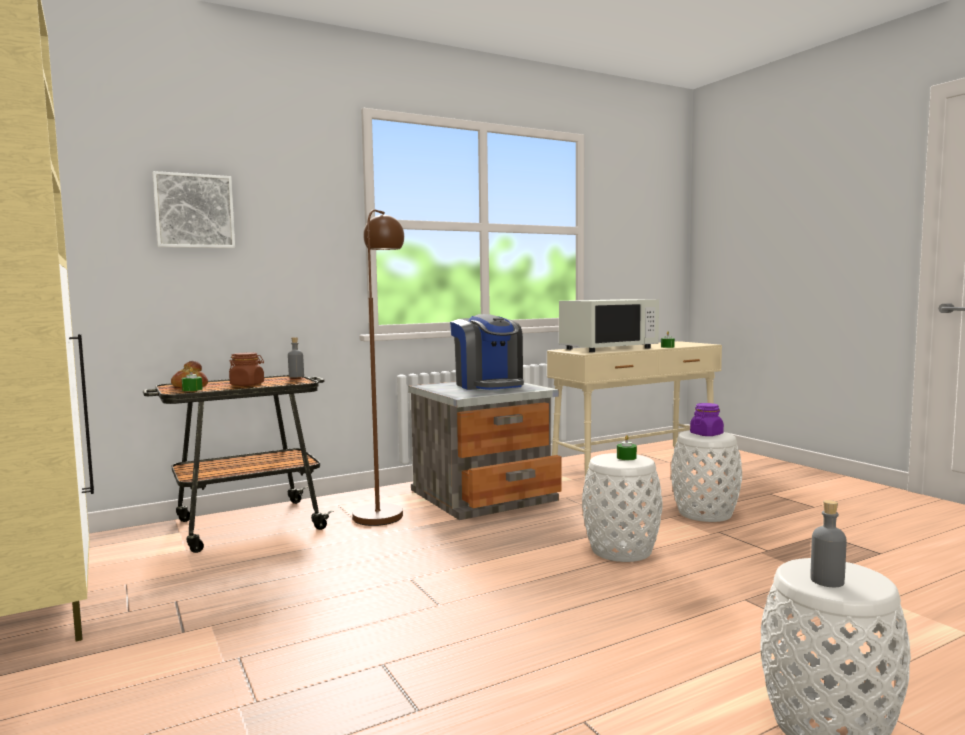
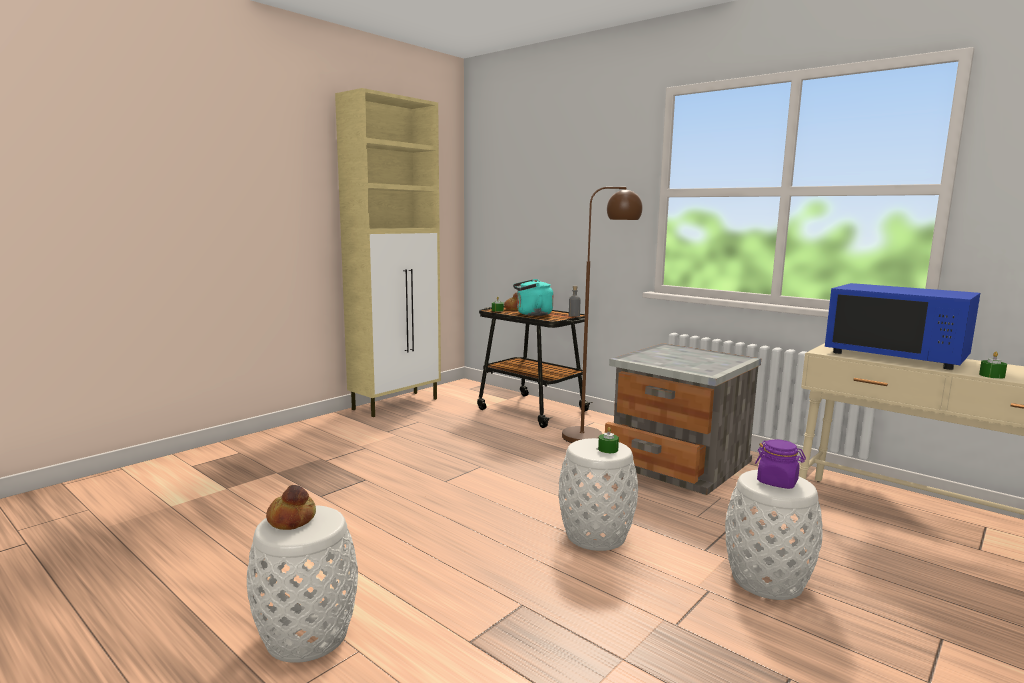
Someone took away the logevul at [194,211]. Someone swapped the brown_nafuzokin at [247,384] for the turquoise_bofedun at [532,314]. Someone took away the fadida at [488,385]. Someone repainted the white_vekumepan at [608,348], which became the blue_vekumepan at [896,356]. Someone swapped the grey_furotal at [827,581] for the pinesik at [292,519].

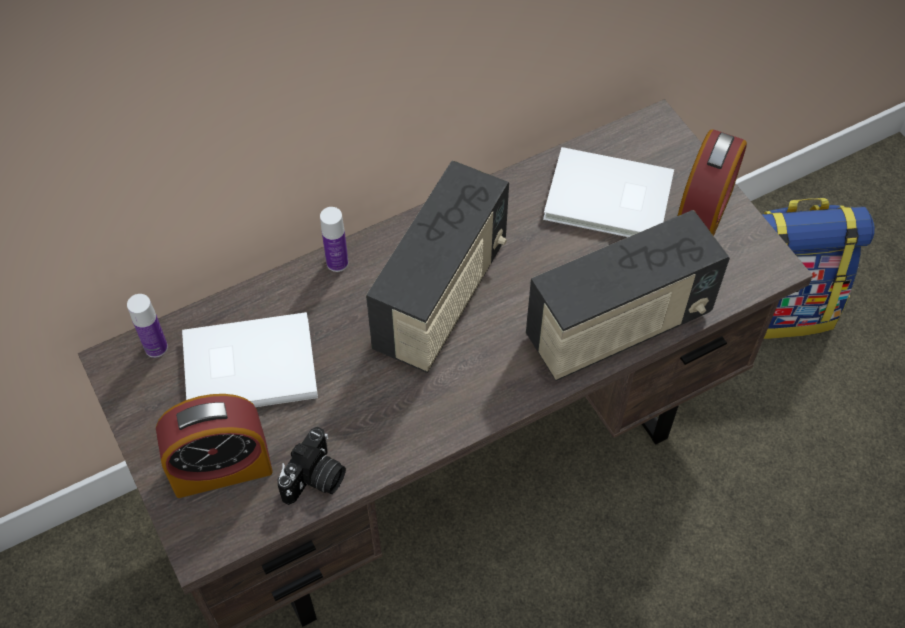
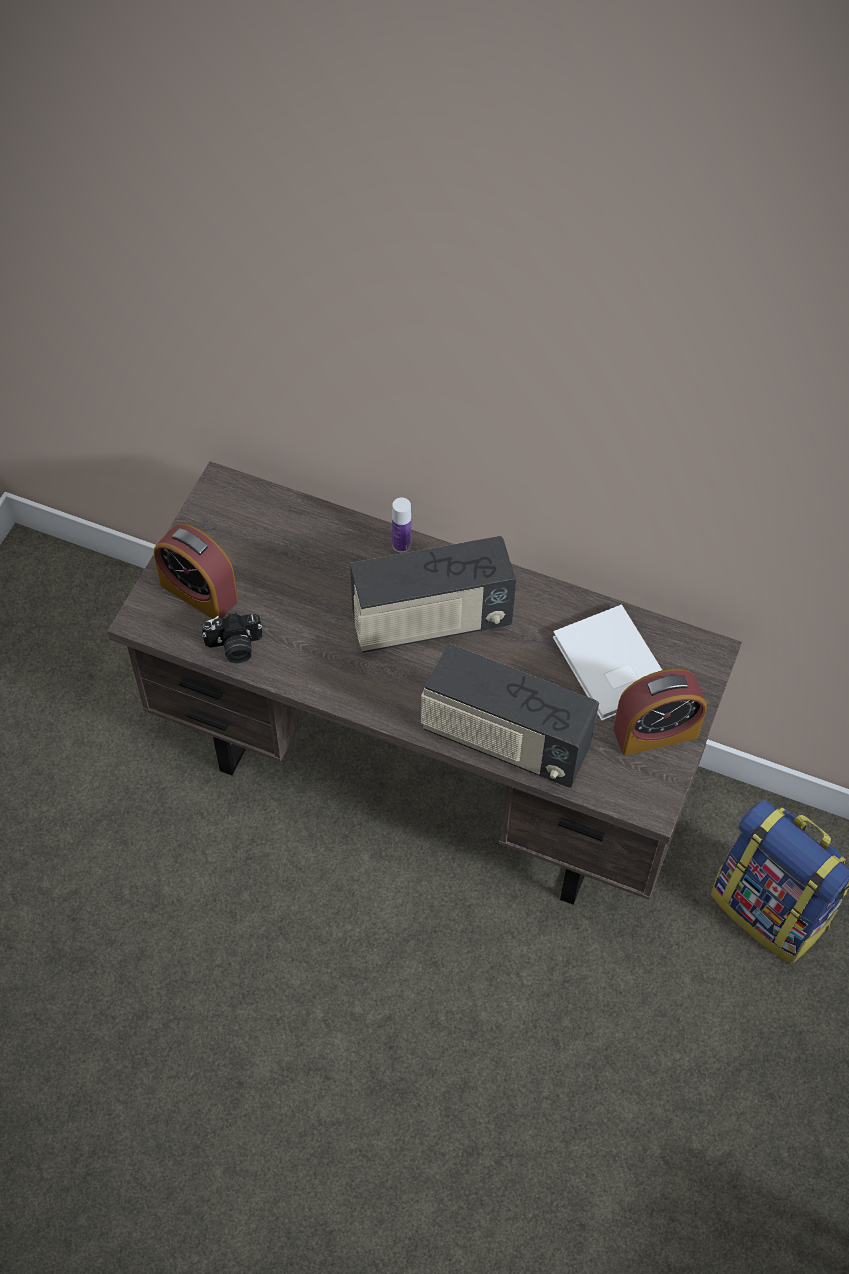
Someone took away the furotal at [156,347]. Someone took away the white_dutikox at [247,364].

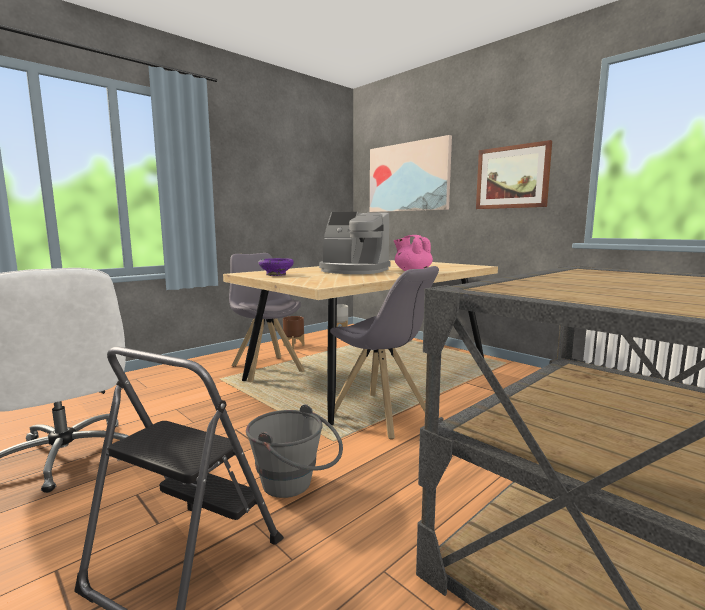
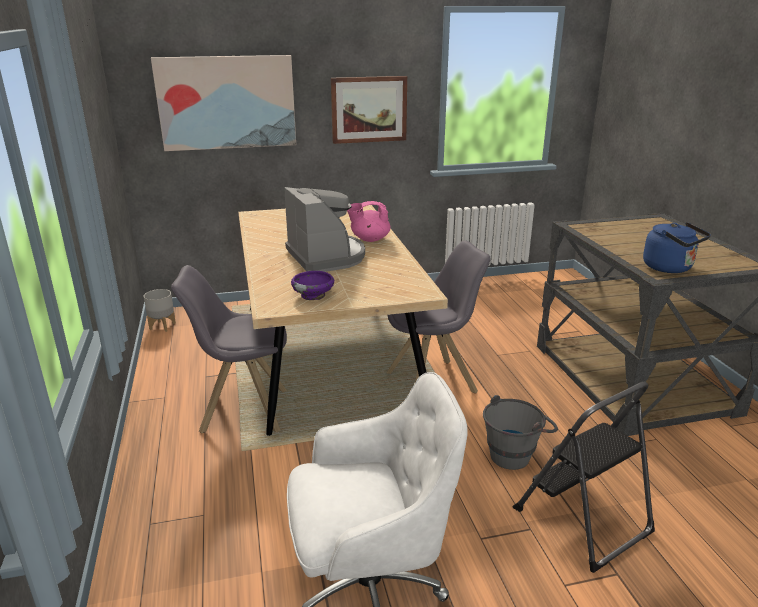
Someone took away the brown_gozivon at [293,345]. Someone rotated the fadida at [353,271] by 75 degrees counterclockwise. Someone put down the blue_bofedun at [670,268].

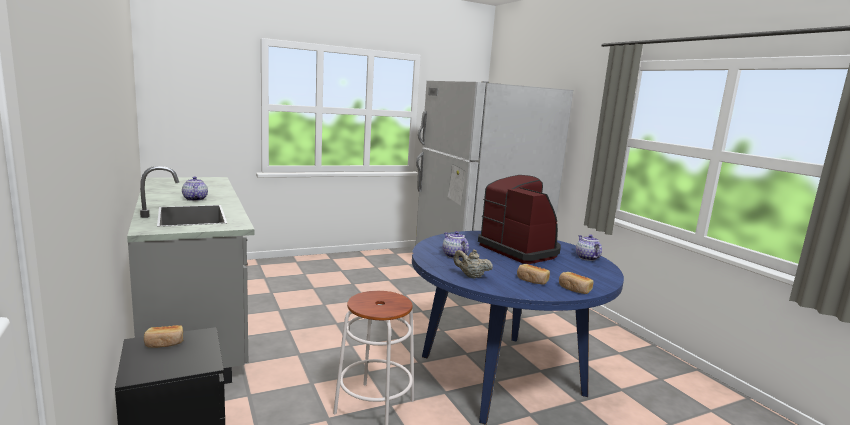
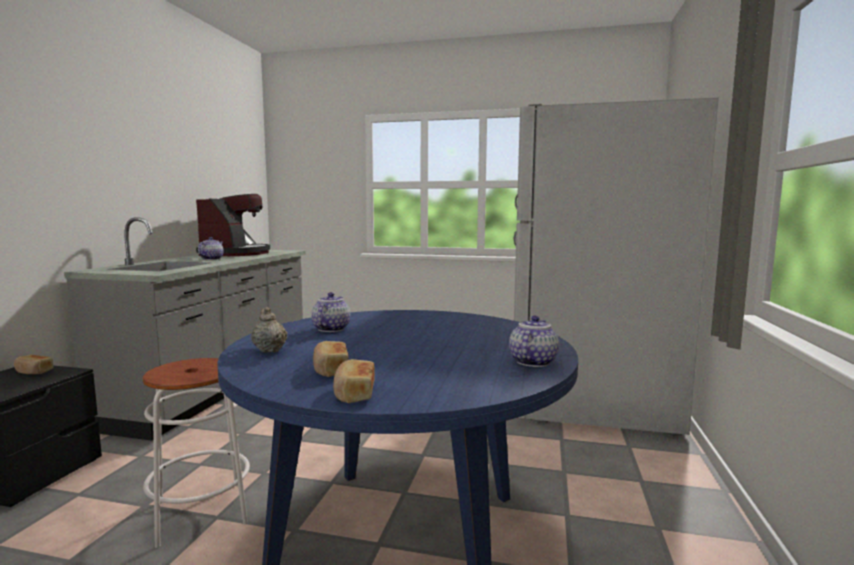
Someone carried the fadida from [520,250] to [236,254].

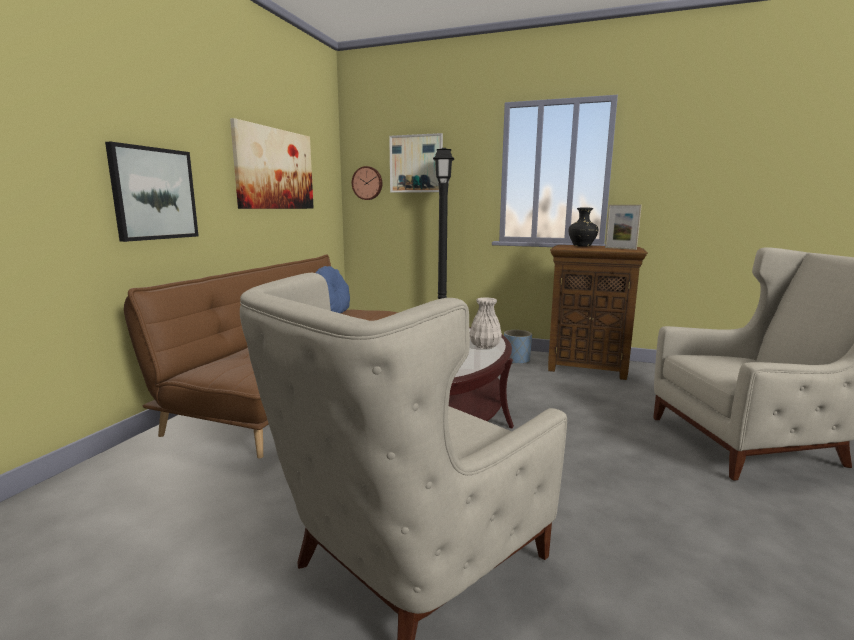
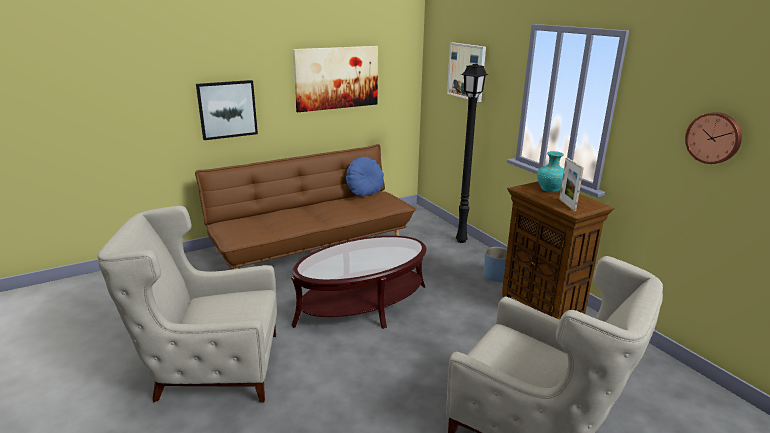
Someone carried the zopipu from [367,183] to [714,138]. Someone took away the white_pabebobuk at [485,346]. Someone repainted the black_pabebobuk at [581,246], which became the turquoise_pabebobuk at [549,190].

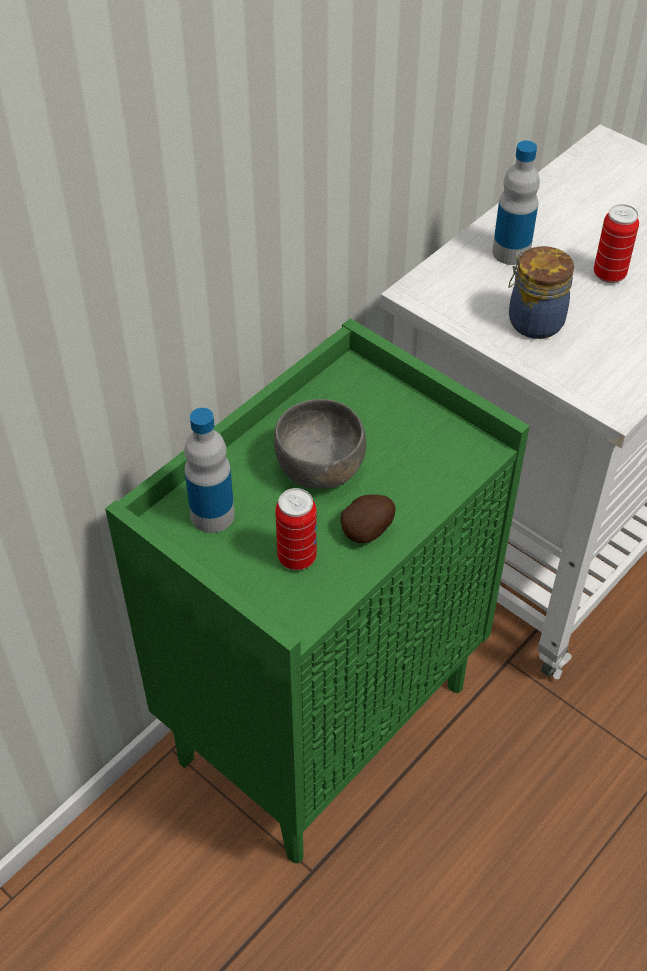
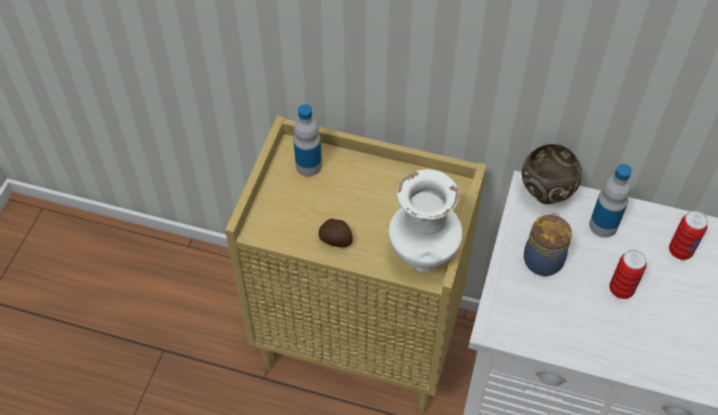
Someone repainted the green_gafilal at [325,721], which became the beige_gafilal at [360,345]. Someone took away the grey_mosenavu at [320,468]. Someone carried the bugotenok from [297,557] to [680,251]. Someone put down the white_pabebobuk at [423,258]. Someone put down the brown_mosenavu at [545,194].

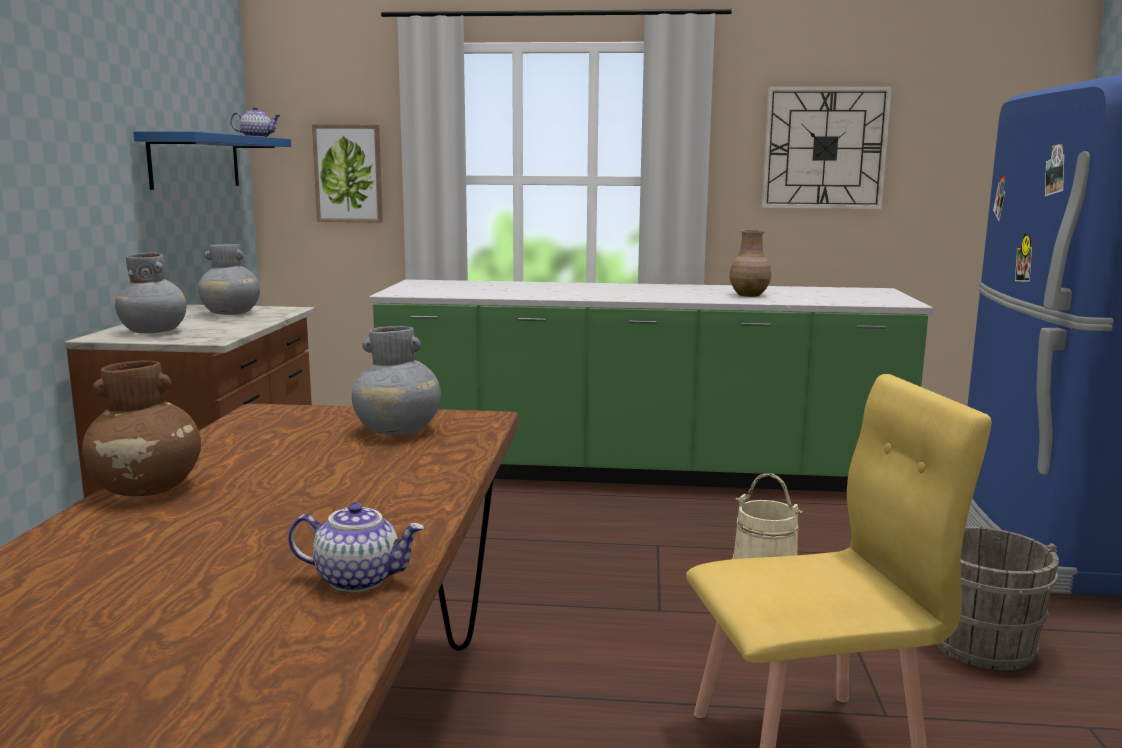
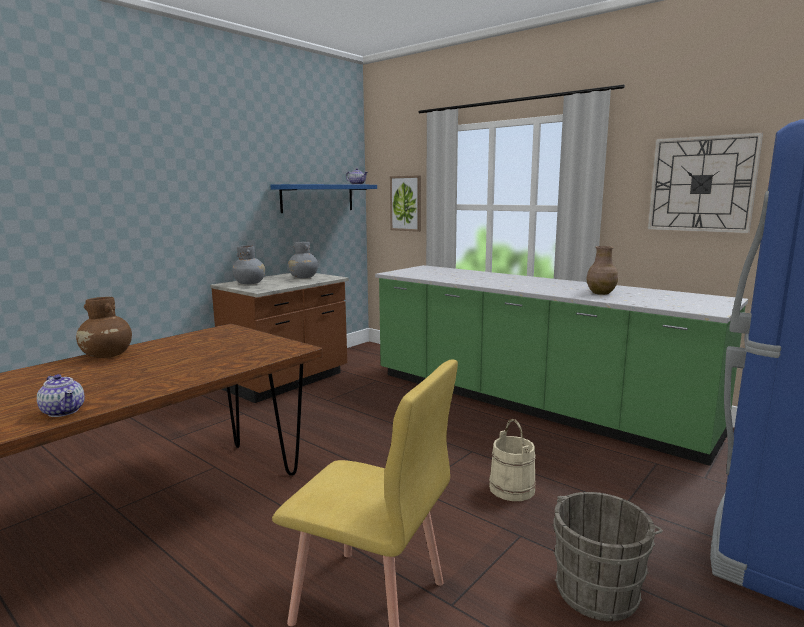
Someone took away the grey_pabebobuk at [398,431].

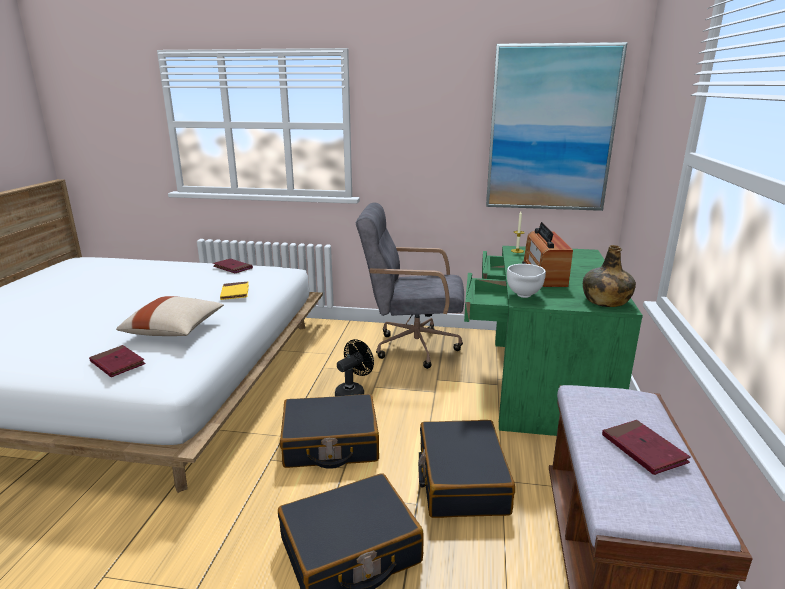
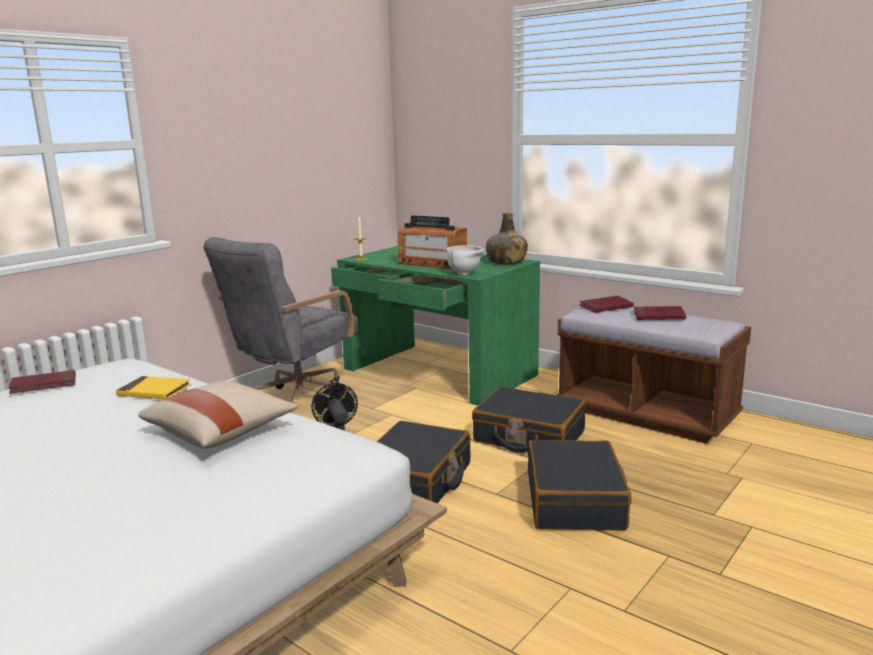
Someone carried the red_dutikox from [117,363] to [606,307]. Someone took away the logevul at [551,129].

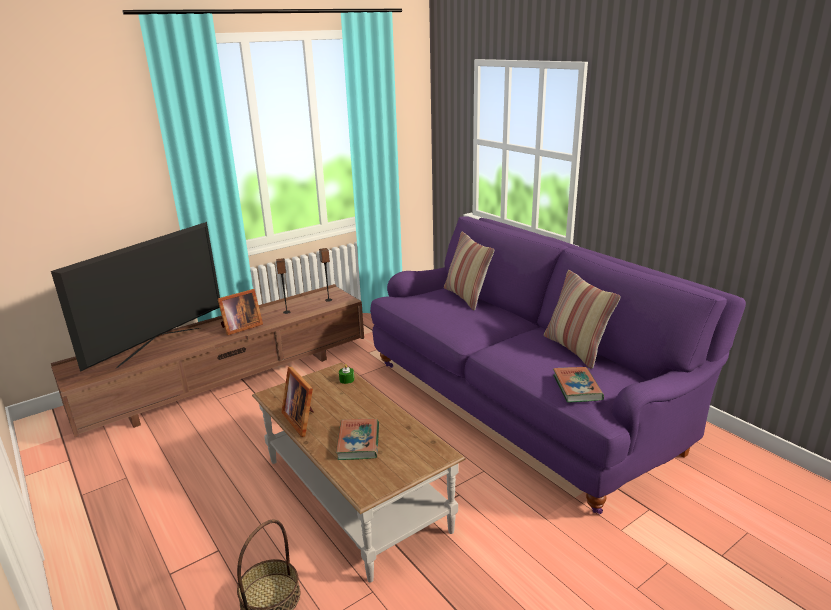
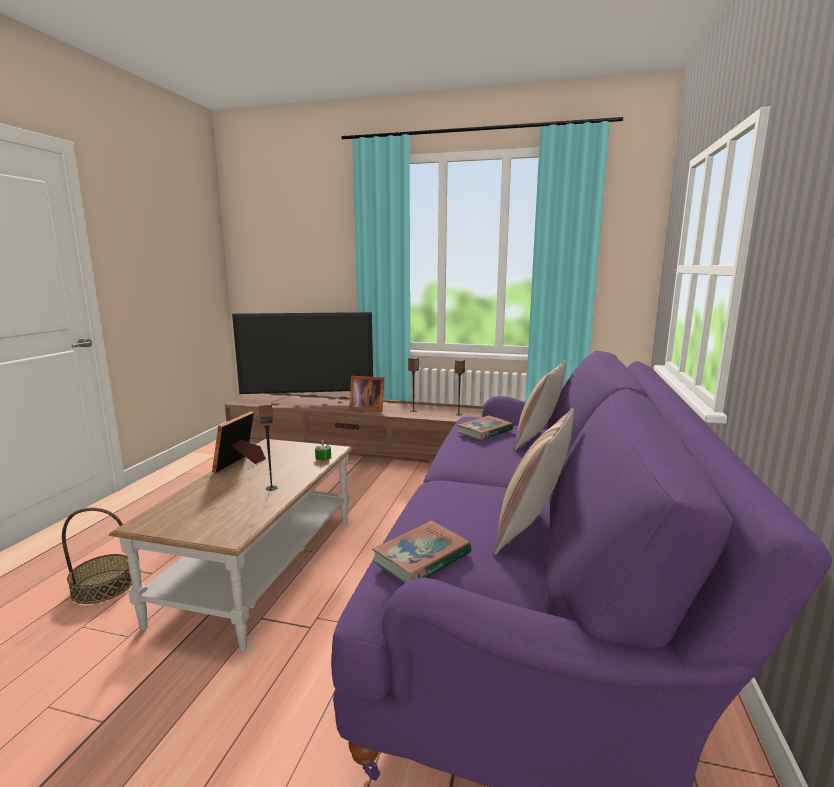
Someone carried the dutikox from [358,442] to [485,431]. Someone put down the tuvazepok at [271,488].

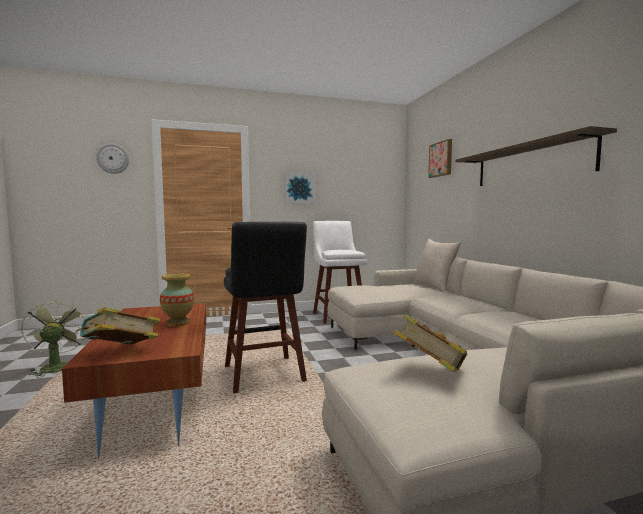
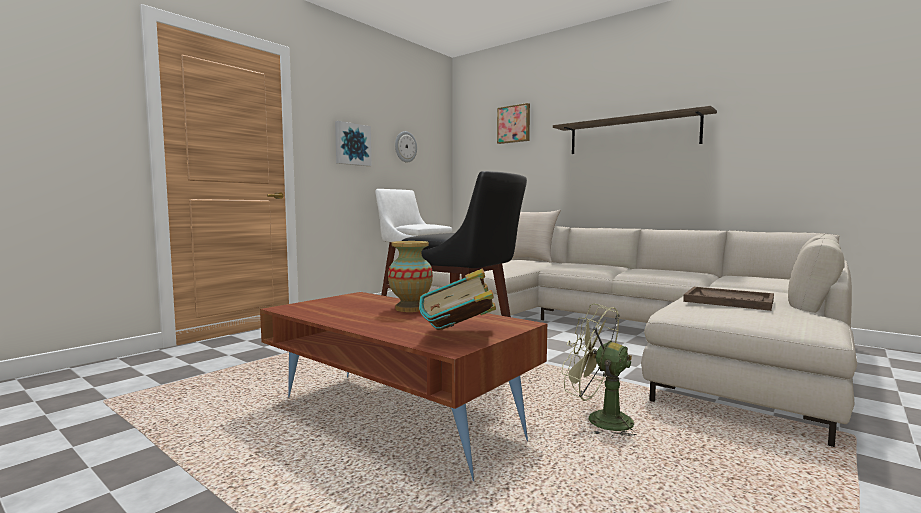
Someone carried the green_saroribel from [55,366] to [599,420]. Someone carried the zopipu from [113,158] to [405,147]. Someone swapped the dutikox at [430,371] for the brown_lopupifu at [728,301].

